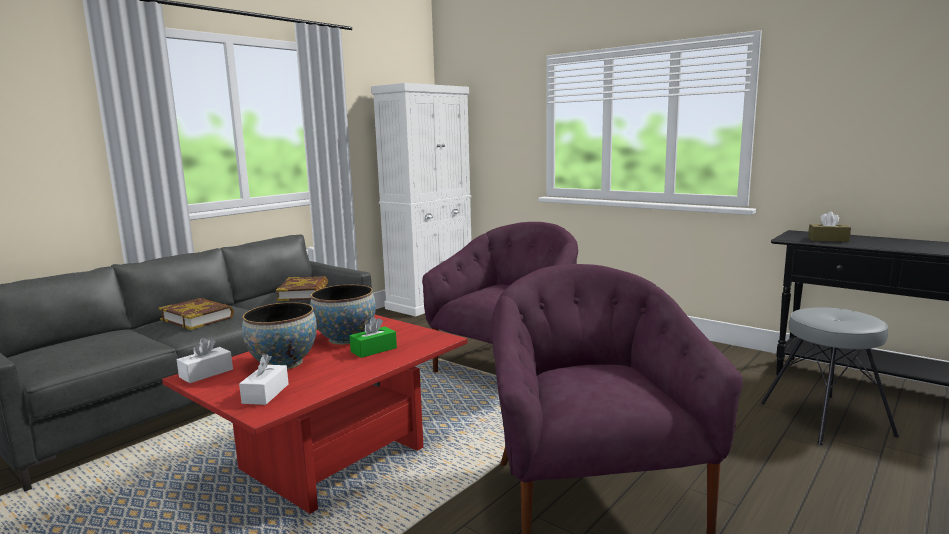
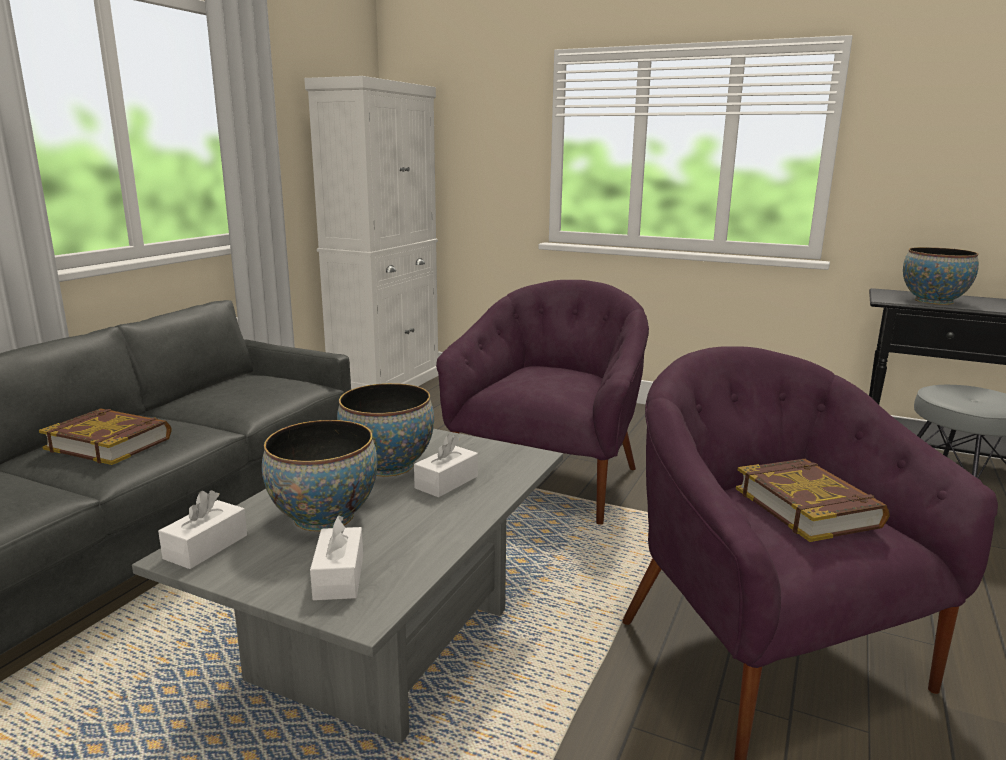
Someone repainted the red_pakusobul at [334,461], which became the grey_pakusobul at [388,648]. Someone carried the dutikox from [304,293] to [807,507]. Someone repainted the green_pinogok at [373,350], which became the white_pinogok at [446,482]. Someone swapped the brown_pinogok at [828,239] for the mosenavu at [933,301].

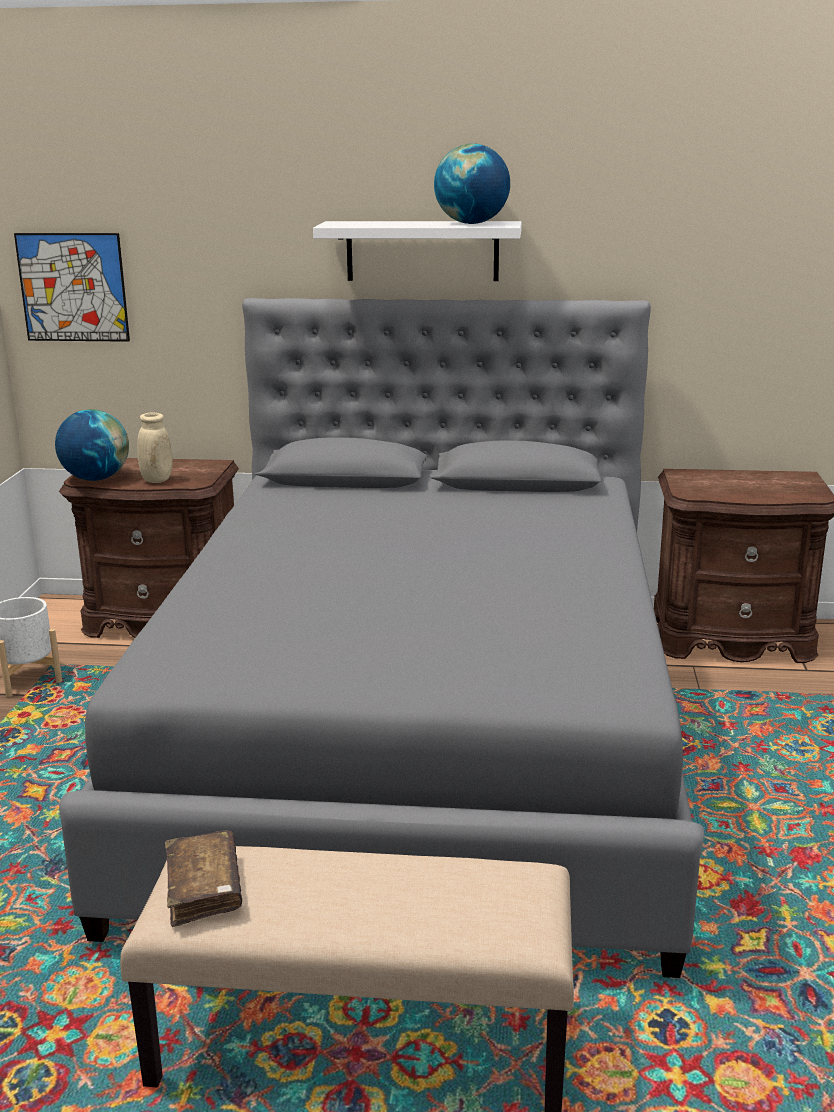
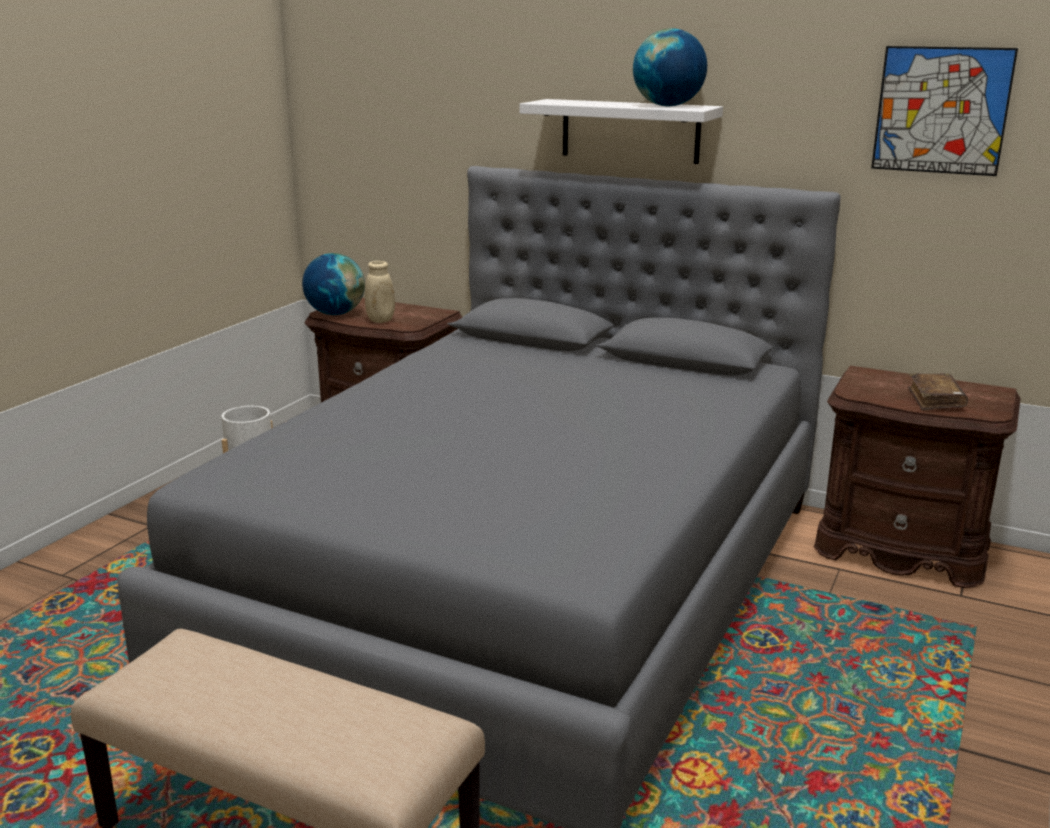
Someone carried the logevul from [73,287] to [941,110]. Someone carried the brown_dutikox from [204,888] to [935,400].

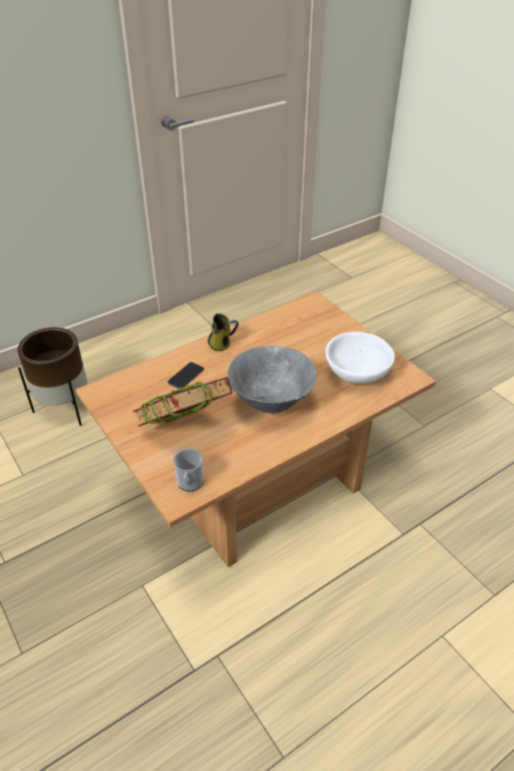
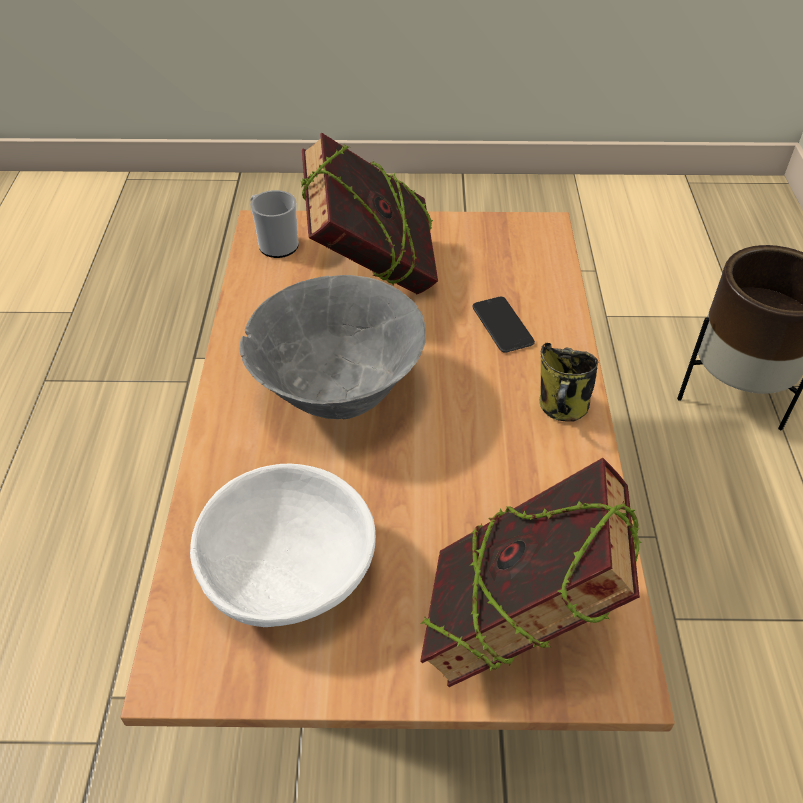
Someone put down the dutikox at [516,624].

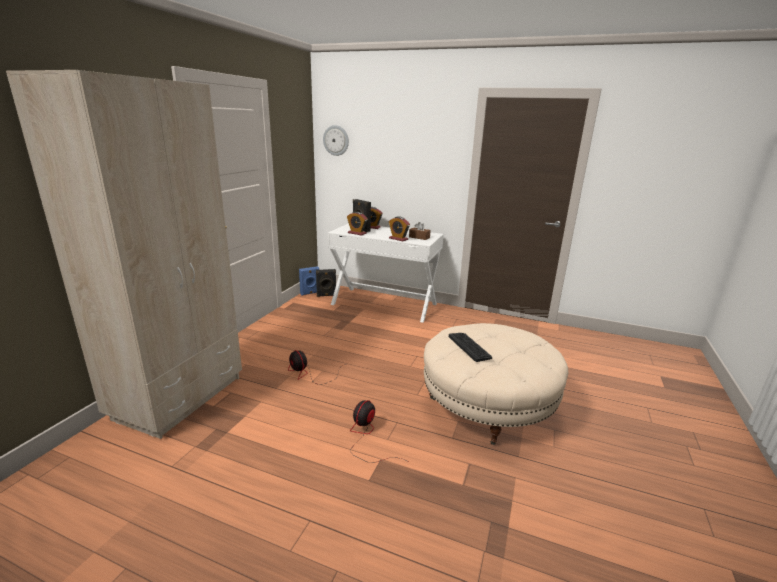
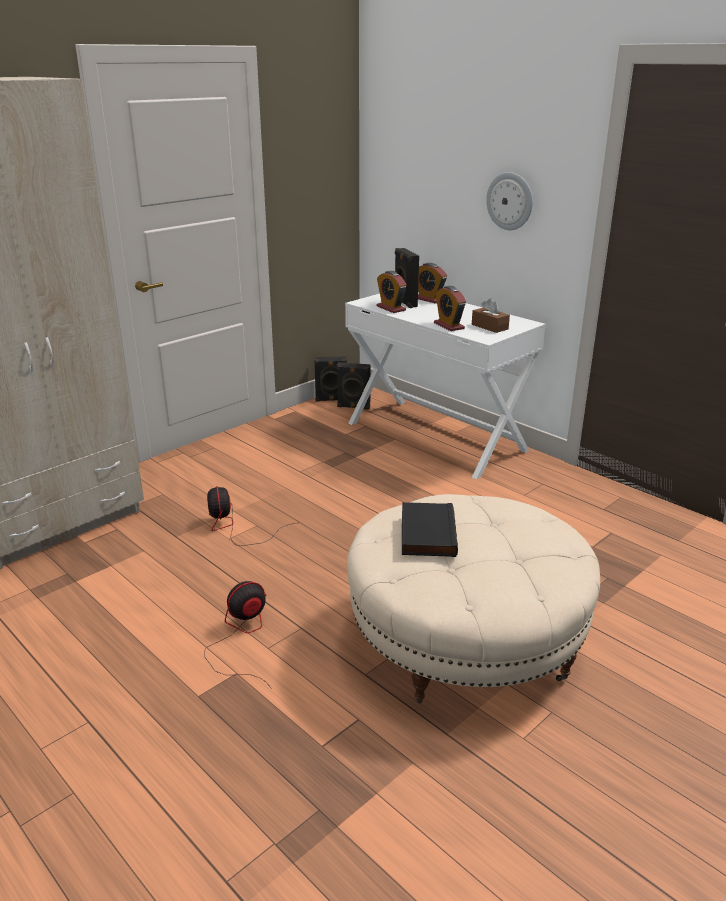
Someone repainted the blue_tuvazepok at [310,293], which became the black_tuvazepok at [331,400]. Someone carried the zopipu from [336,140] to [510,201]. Someone swapped the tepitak at [469,347] for the black_dutikox at [426,533].

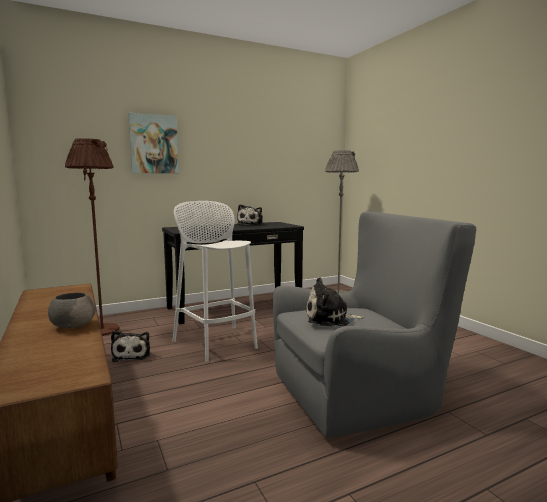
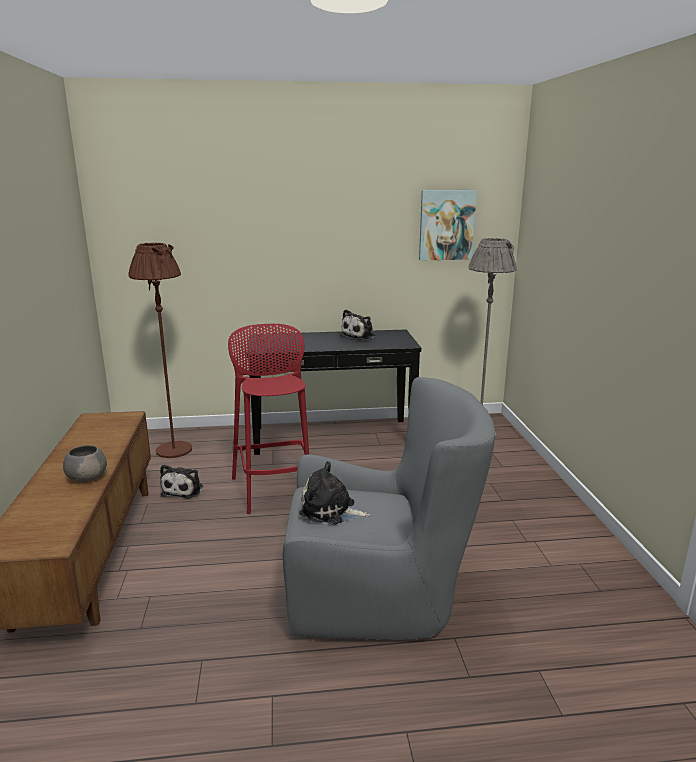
Someone carried the logevul from [154,144] to [446,225]. Someone repainted the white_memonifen at [217,343], which became the red_memonifen at [275,489].

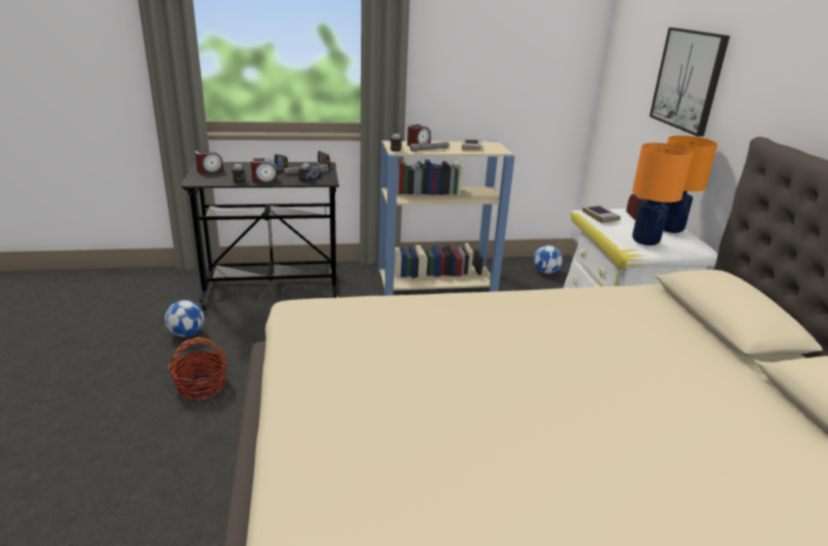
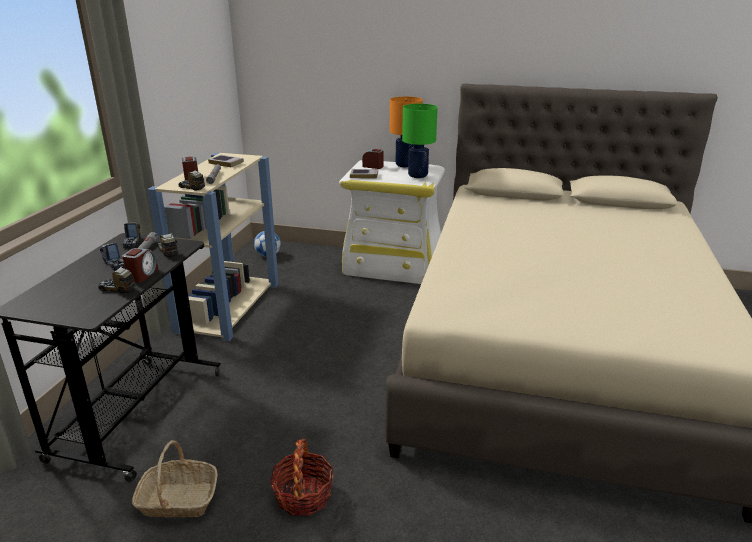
Someone swapped the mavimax at [186,333] for the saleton at [178,500]. Someone took away the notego at [210,171]. Someone repainted the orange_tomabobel at [645,242], which became the green_tomabobel at [418,176]. Someone took away the logevul at [688,80].

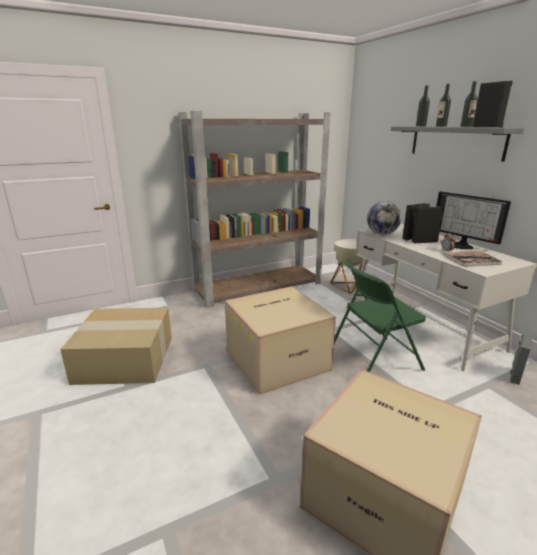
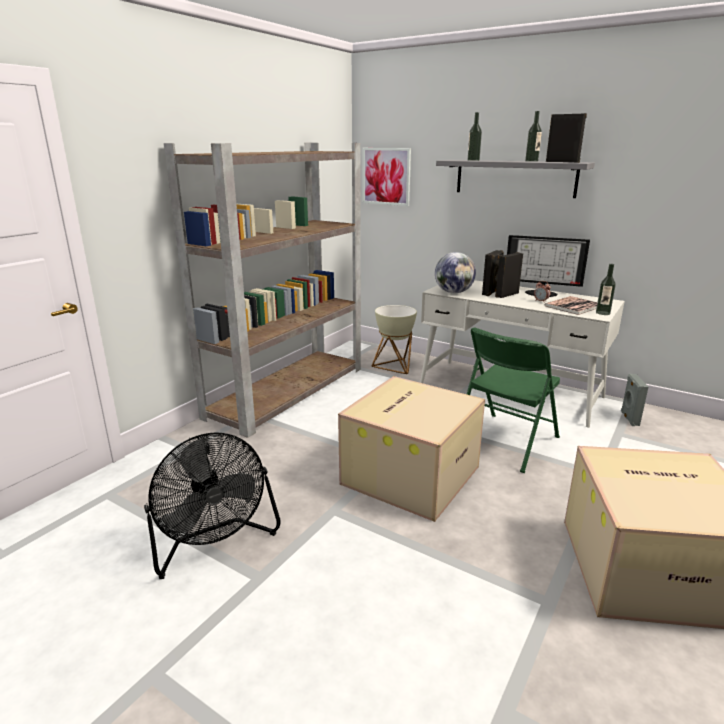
Someone swapped the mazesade at [127,358] for the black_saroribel at [209,542]. Someone carried the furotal from [441,126] to [603,313]. Someone put up the logevul at [386,176].

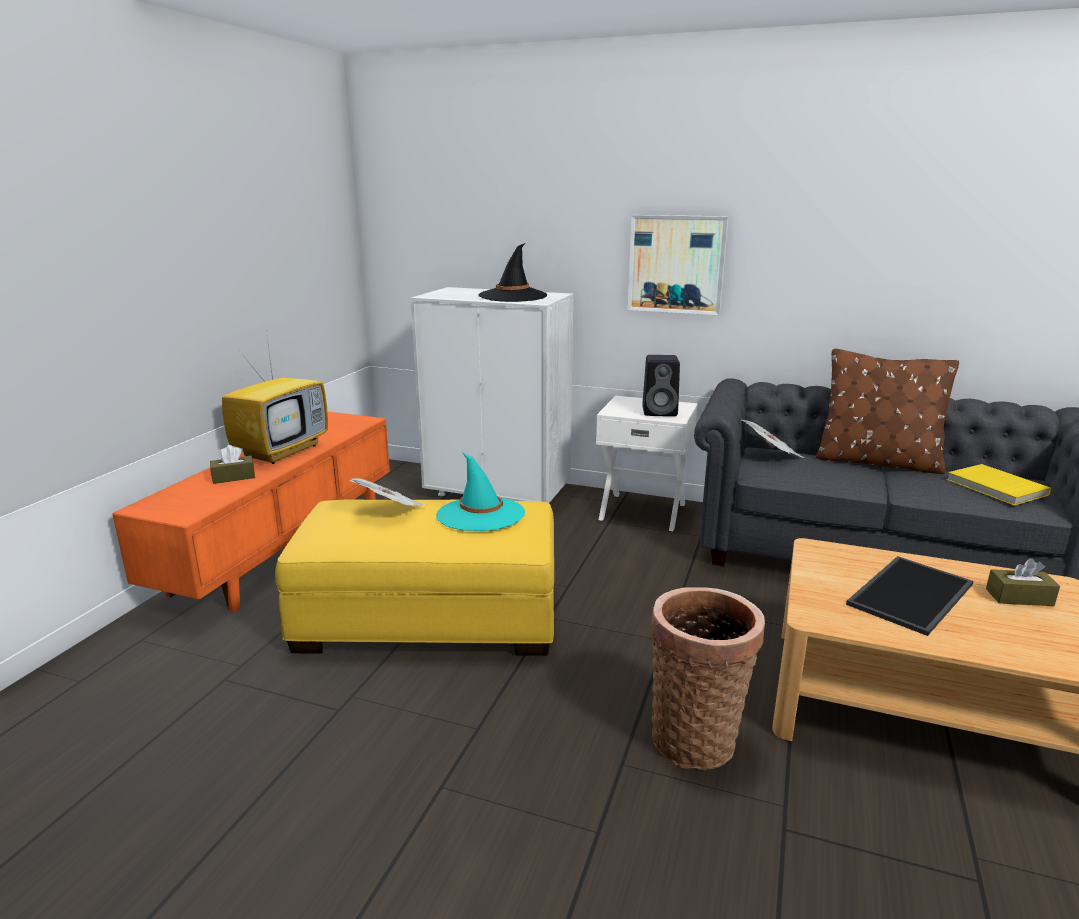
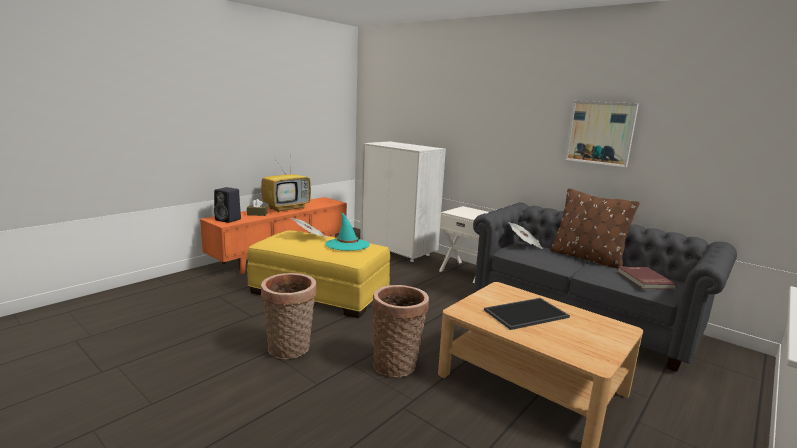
Someone took away the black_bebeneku at [513,296]. Someone carried the logevul from [676,264] to [600,133]. Someone carried the black_tuvazepok from [661,412] to [229,220]. Someone repainted the yellow_dutikox at [995,487], which became the red_dutikox at [644,280]. Someone took away the brown_pinogok at [1019,597]. Someone put down the saleton at [290,350].

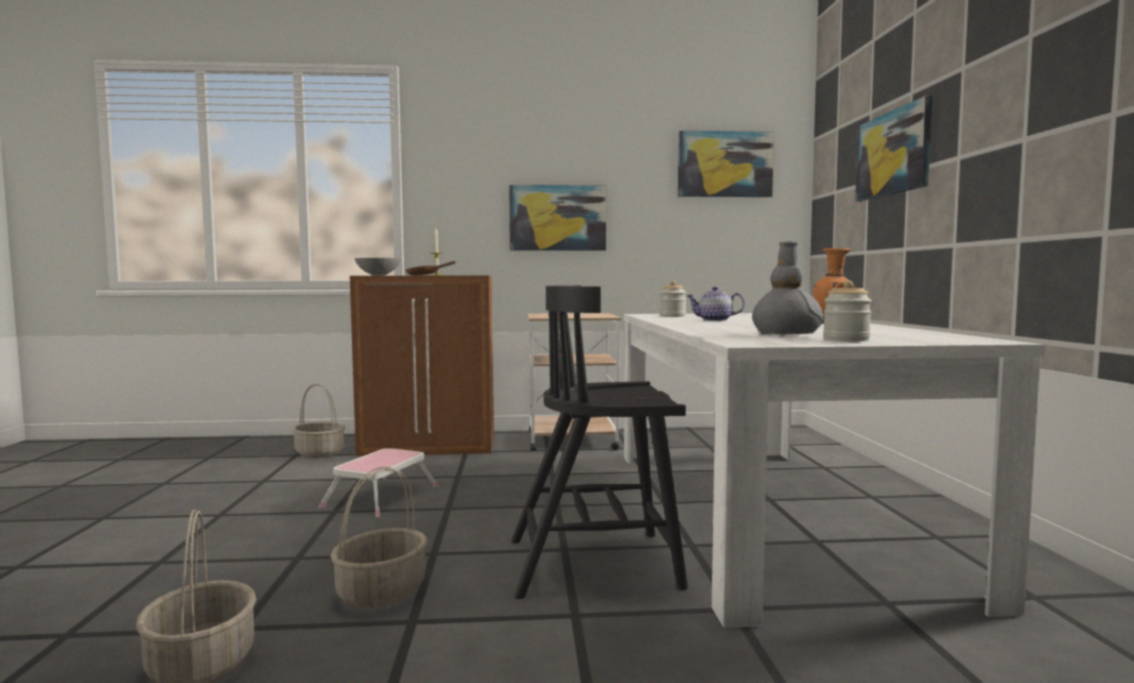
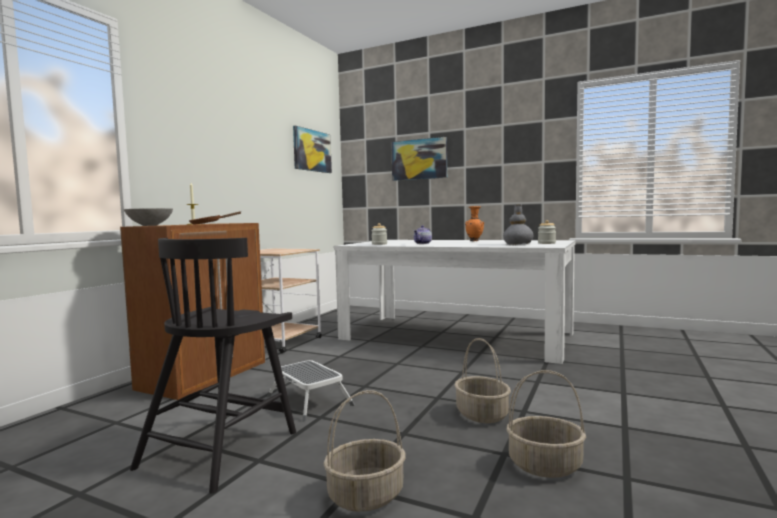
Someone carried the saleton from [319,453] to [365,496]. Someone repainted the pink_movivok at [381,496], which became the grey_movivok at [309,400]. Someone took away the logevul at [557,218]. Someone carried the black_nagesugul from [597,562] to [221,447].

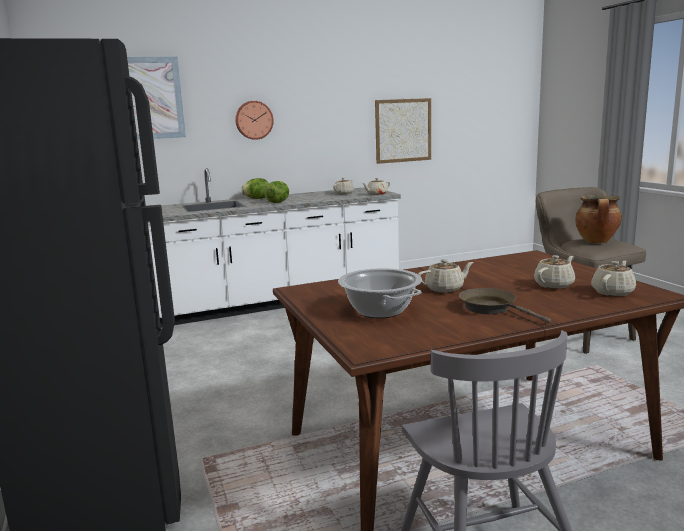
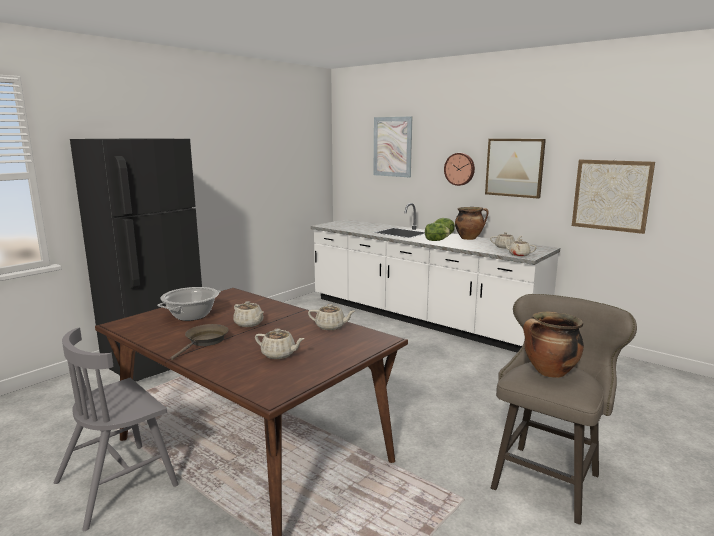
Someone carried the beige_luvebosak from [613,292] to [331,327]. Someone put down the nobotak at [469,238]. Someone put up the logevul at [514,167].

